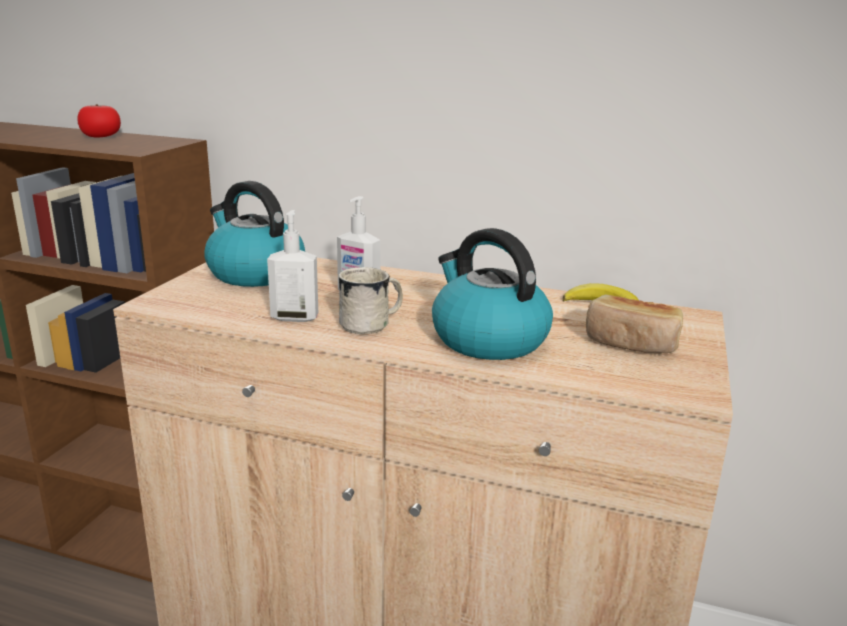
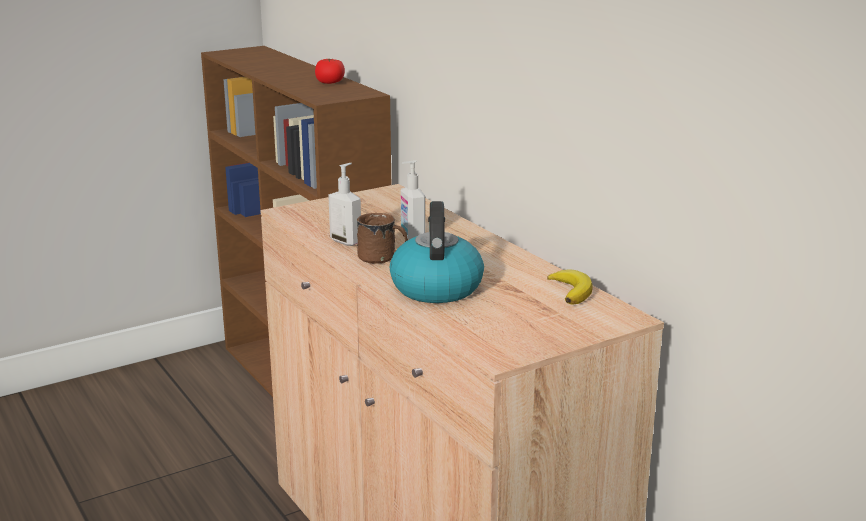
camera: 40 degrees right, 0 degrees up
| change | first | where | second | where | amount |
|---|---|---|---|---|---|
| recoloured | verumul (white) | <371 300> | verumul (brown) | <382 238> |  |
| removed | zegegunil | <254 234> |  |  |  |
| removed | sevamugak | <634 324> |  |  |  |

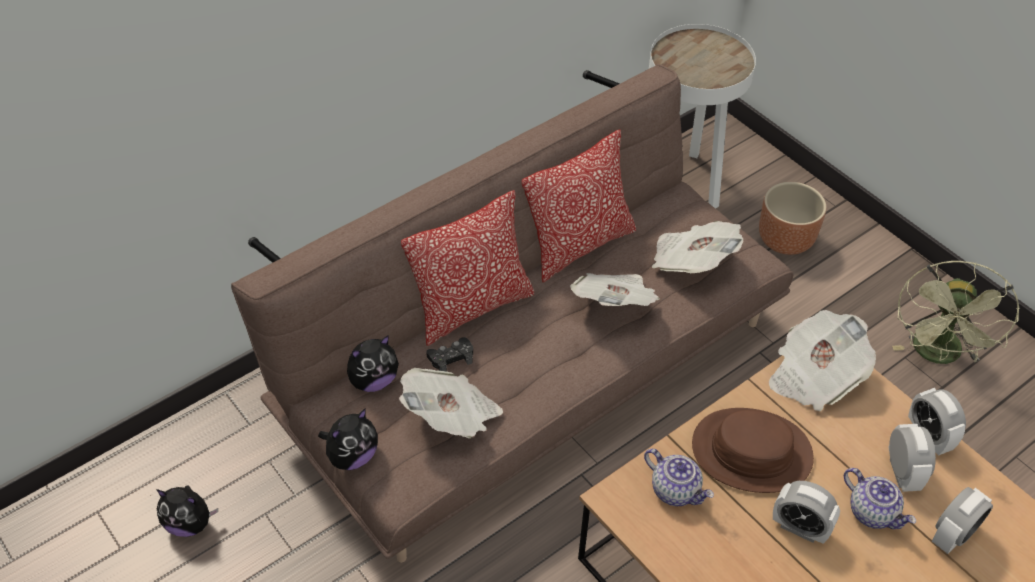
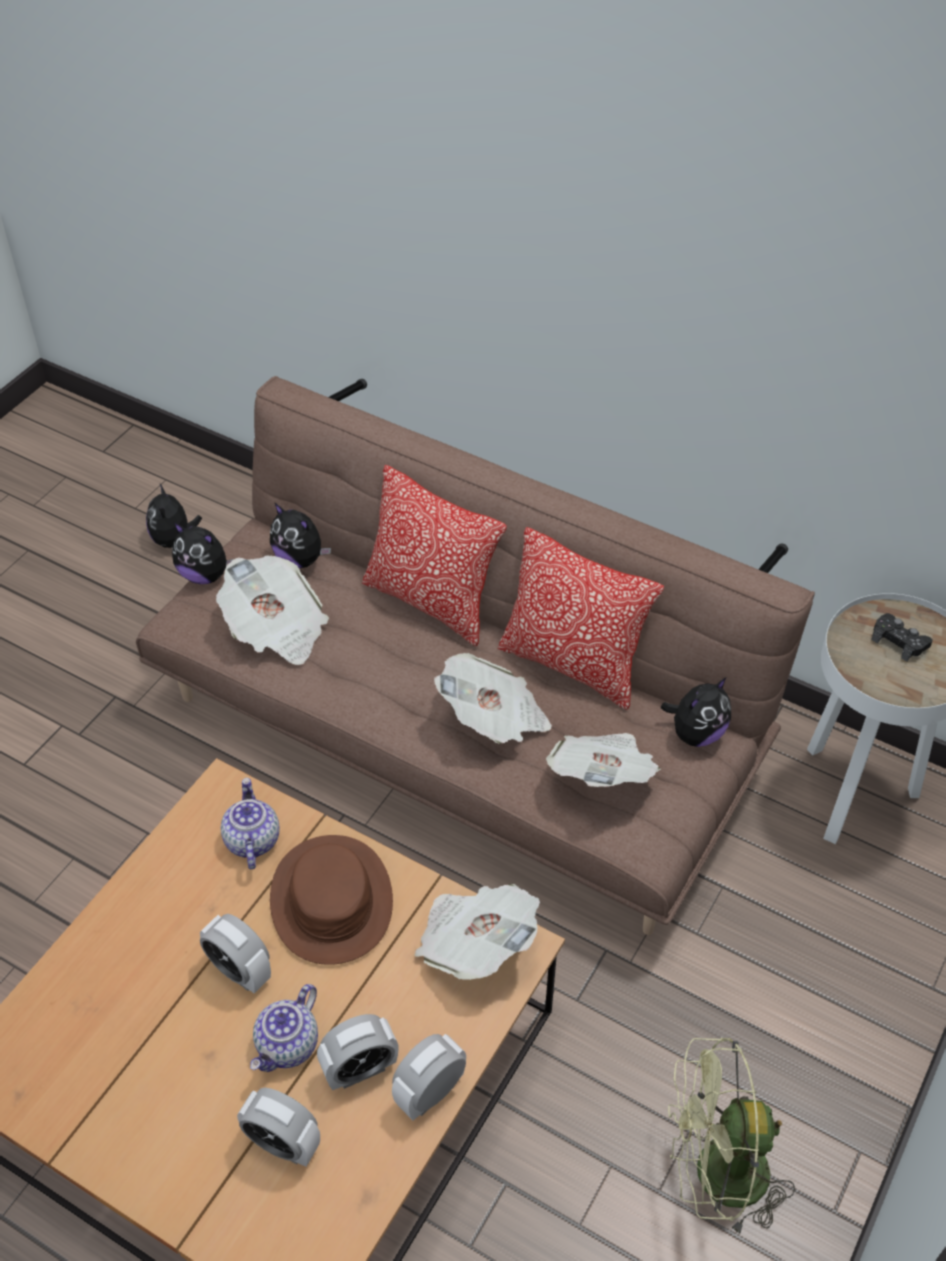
camera: 70 degrees right, 0 degrees up
| change | first | where | second | where | amount |
|---|---|---|---|---|---|
| turned | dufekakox | <806 512> |  | <235 954> | 60 degrees counterclockwise |
| turned | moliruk | <679 477> |  | <250 823> | 150 degrees clockwise |
| added |  |  | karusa | <696 712> |  |
| moved | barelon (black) | <449 354> |  | <902 637> |  |
| removed | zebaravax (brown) | <792 218> |  |  |  |

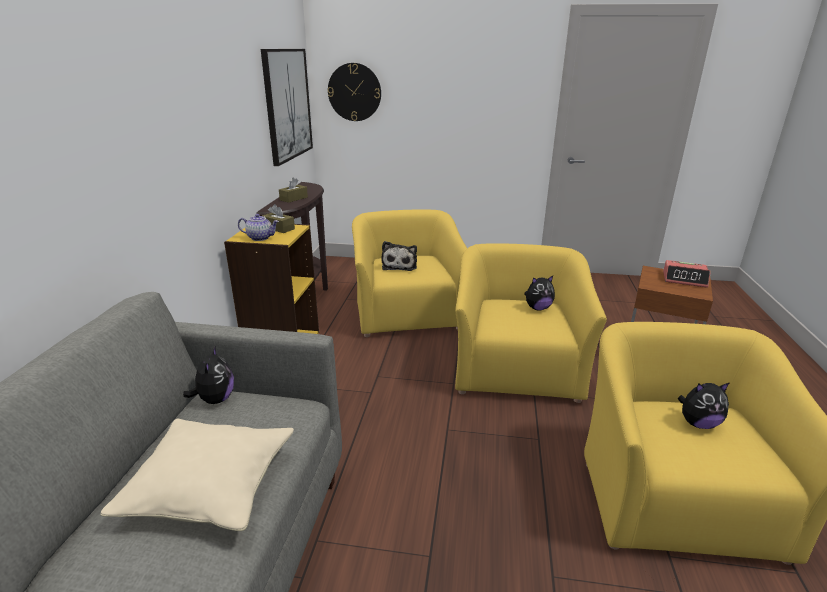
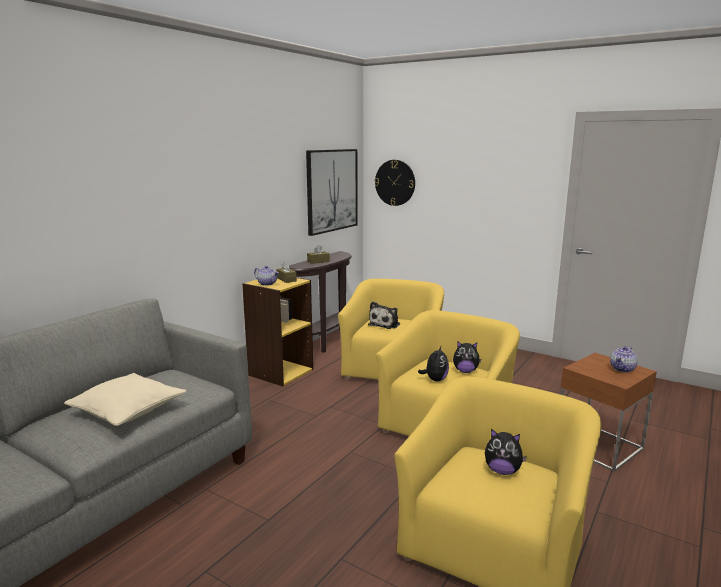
camera: 25 degrees right, 10 degrees down
| change | first | where | second | where | amount |
|---|---|---|---|---|---|
| moved | karusa | <208 375> |  | <433 364> |  |
| replaced | dufekakox | <687 274> | moliruk | <624 359> |  |

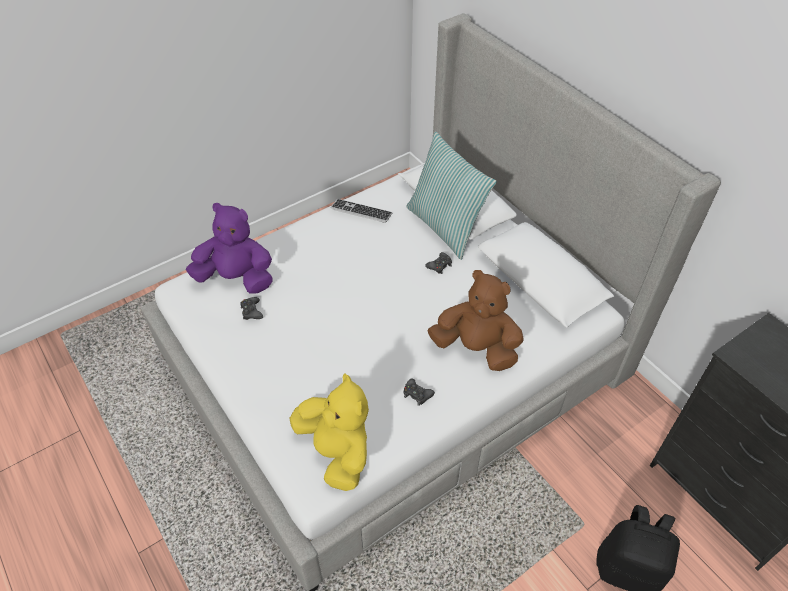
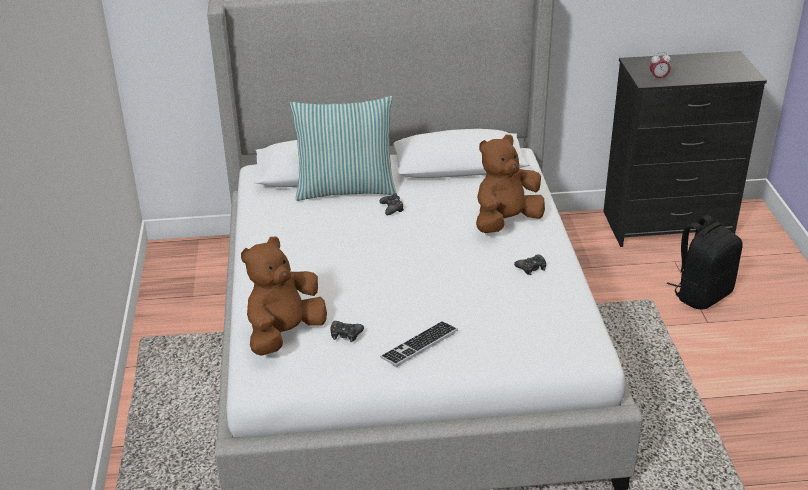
camera: 60 degrees left, 15 degrees down
| change | first | where | second | where | amount |
|---|---|---|---|---|---|
| recoloured | karusa (purple) | <229 248> | karusa (brown) | <284 296> |  |
| moved | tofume | <361 211> |  | <419 344> |  |
| added |  |  | dufekakox | <660 66> |  |
| removed | karusa (yellow) | <329 432> |  |  |  |

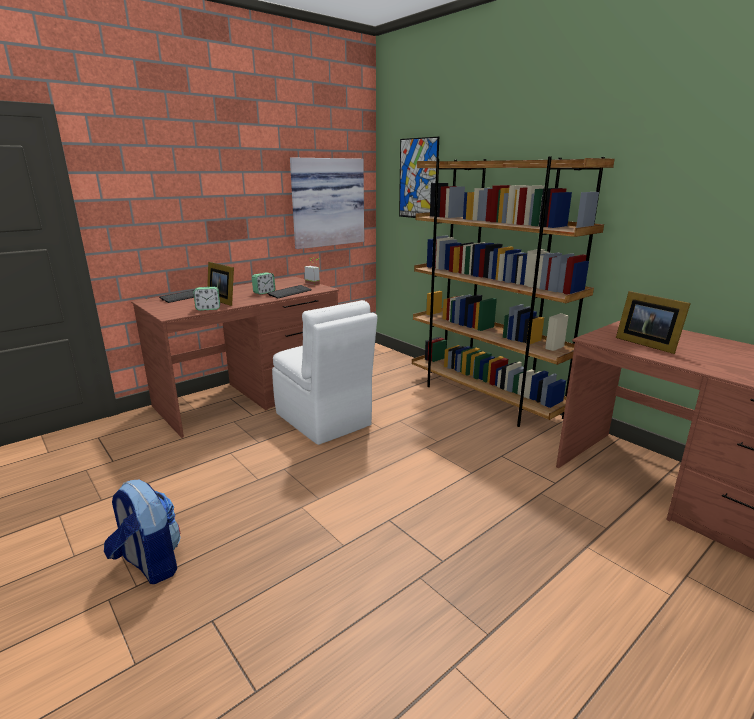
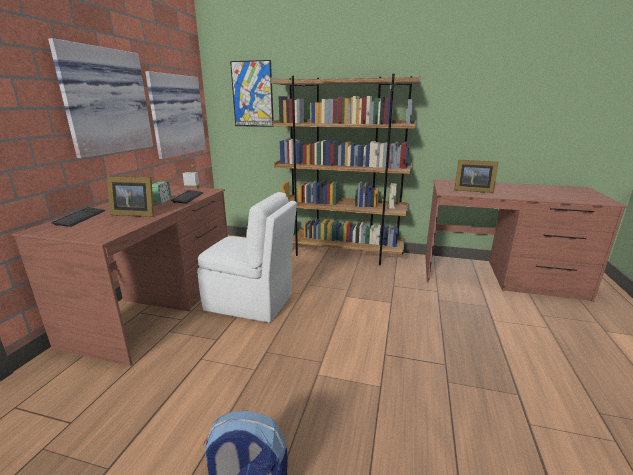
camera: 35 degrees left, 0 degrees up
| change | first | where | second | where | amount |
|---|---|---|---|---|---|
| added |  |  | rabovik | <100 98> |  |
| removed | dufekakox | <206 299> |  |  |  |

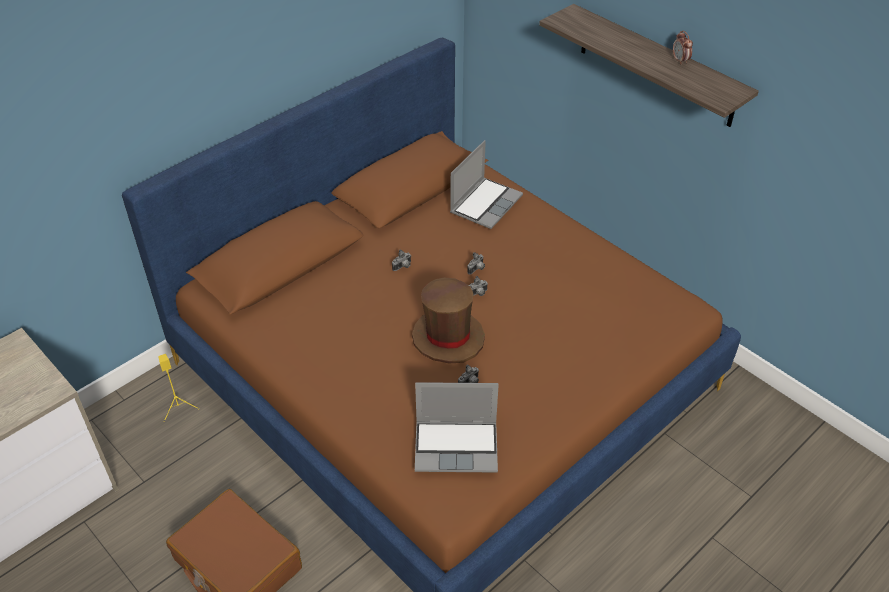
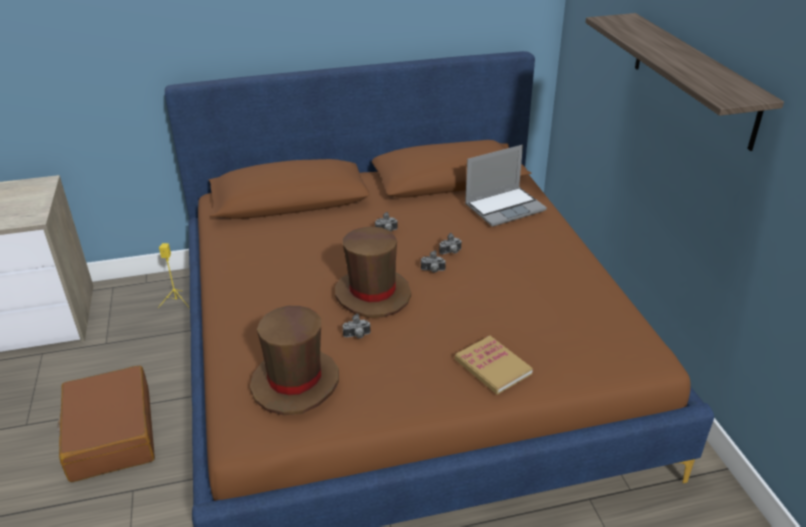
camera: 30 degrees right, 10 degrees down
| change | first | where | second | where | amount |
|---|---|---|---|---|---|
| replaced | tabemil | <457 427> | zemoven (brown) | <294 360> |  |
| added |  |  | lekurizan | <494 365> |  |
| removed | dufekakox | <683 48> |  |  |  |

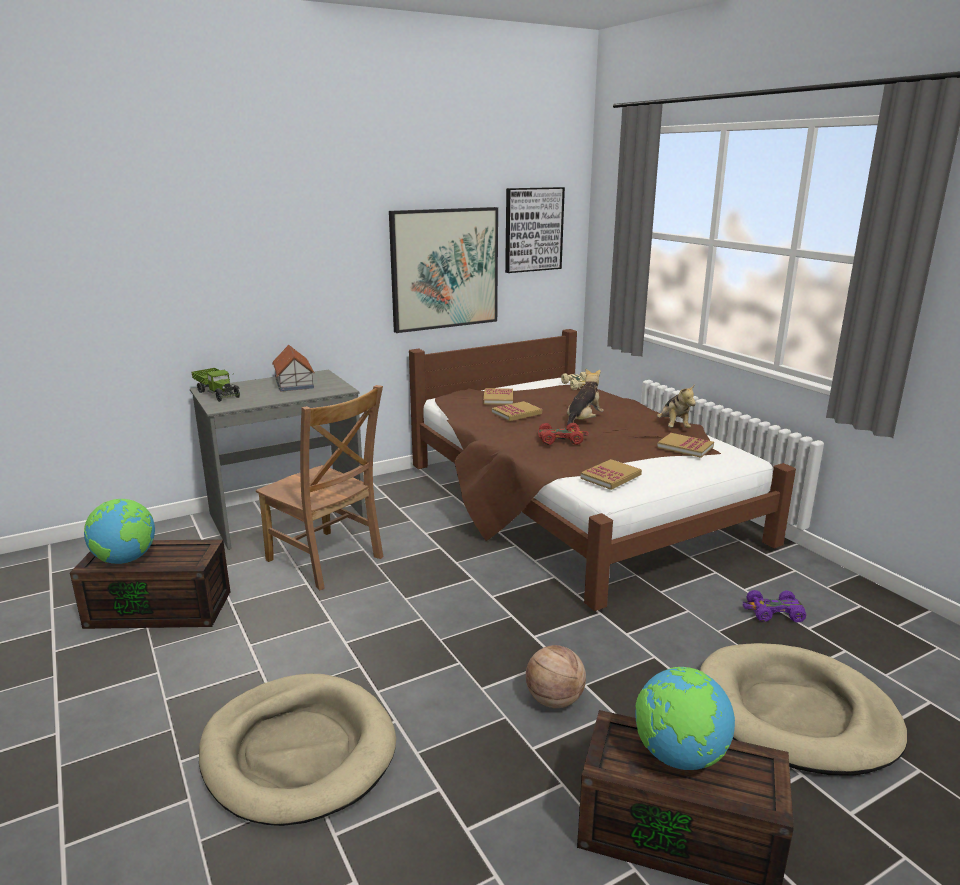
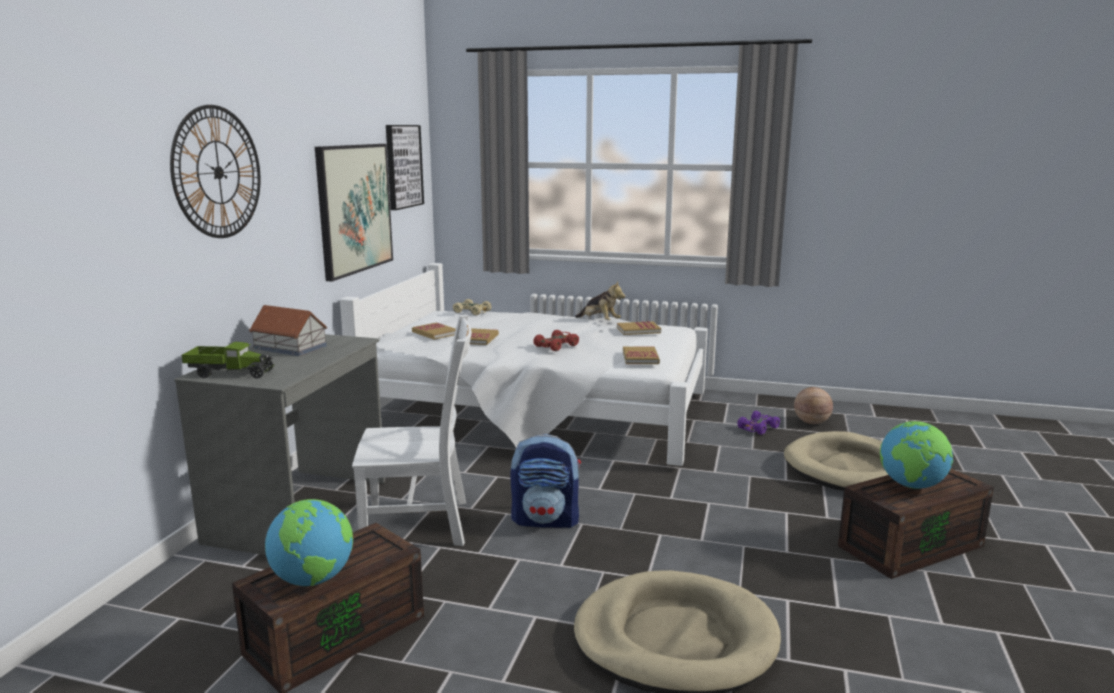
camera: 45 degrees left, 5 degrees down
| change | first | where | second | where | amount |
|---|---|---|---|---|---|
| added |  |  | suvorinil | <215 171> |  |
| recoloured | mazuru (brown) | <602 470> | mazuru (white) | <524 364> |  |
| recoloured | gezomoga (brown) | <320 487> | gezomoga (white) | <412 430> |  |
| added |  |  | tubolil | <546 481> |  |
| moved | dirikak | <556 676> |  | <813 405> |  |
| removed | karusa | <585 397> |  |  |  |

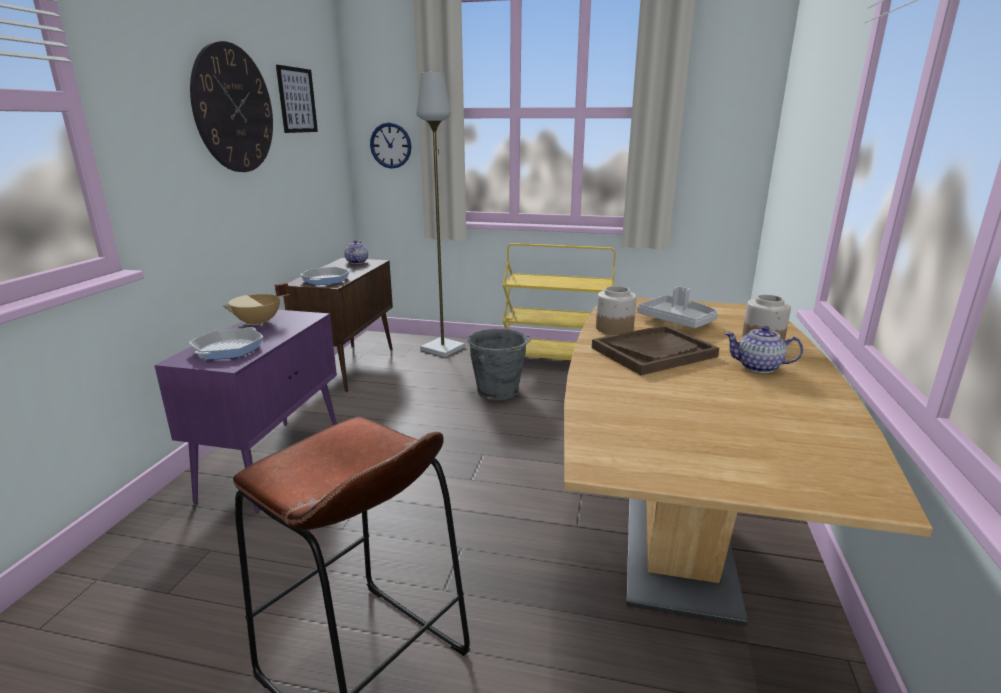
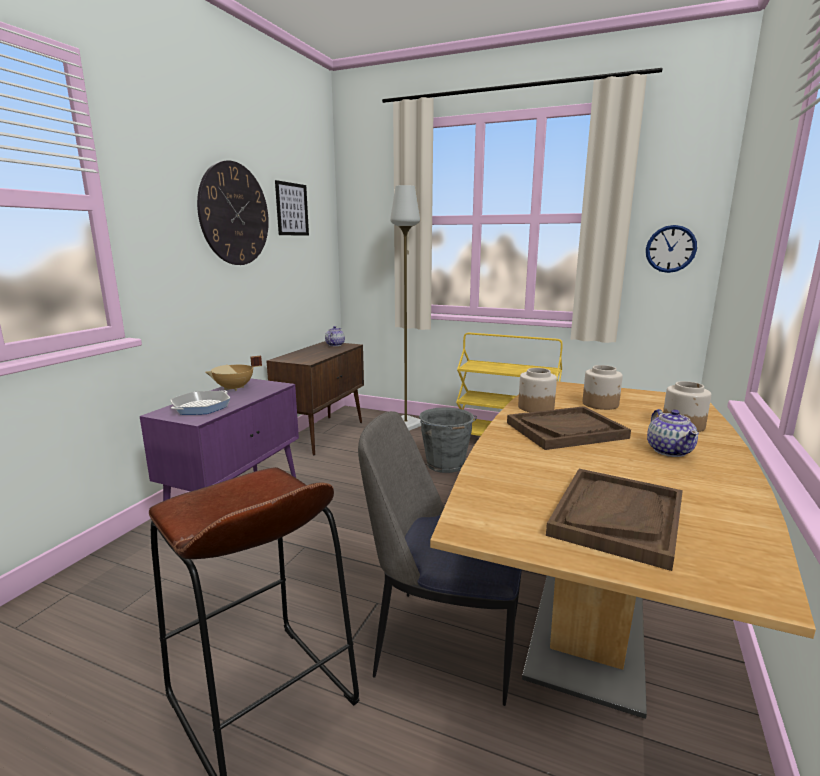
camera: 10 degrees right, 5 degrees down
| change | first | where | second | where | amount |
|---|---|---|---|---|---|
| added |  |  | gezomoga | <440 558> |  |
| added |  |  | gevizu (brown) | <614 520> |  |
| replaced | gevizu (grey) | <677 307> | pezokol | <602 387> |  |
| moved | suvorinil | <390 146> |  | <671 249> |  |
| turned | moliruk | <763 349> |  | <673 433> | 120 degrees counterclockwise |
| removed | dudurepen | <325 276> |  |  |  |

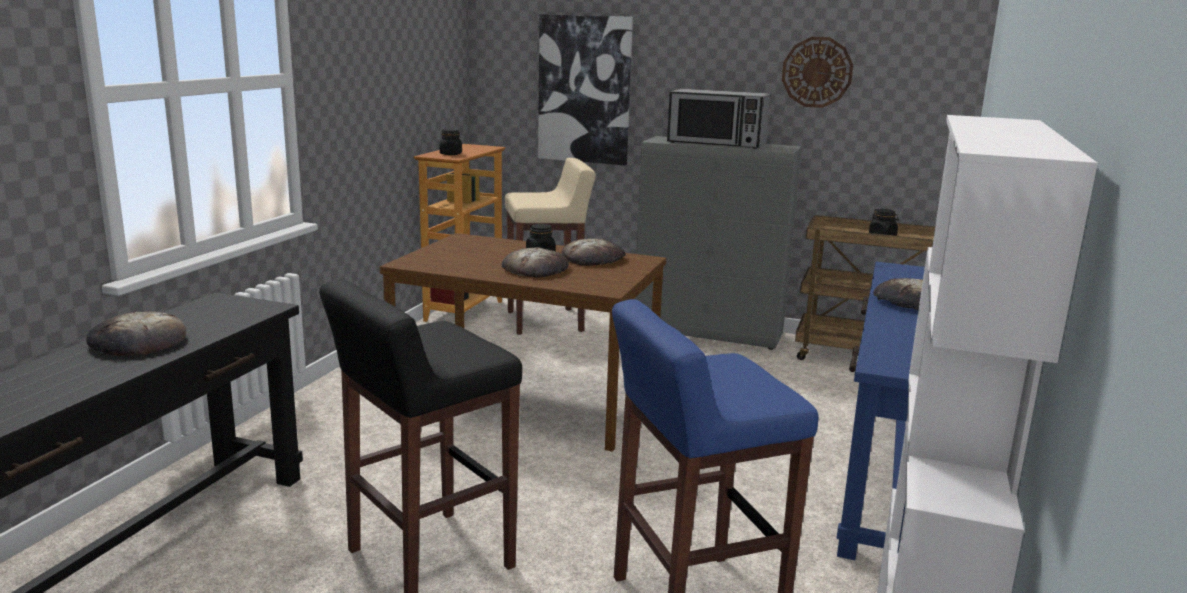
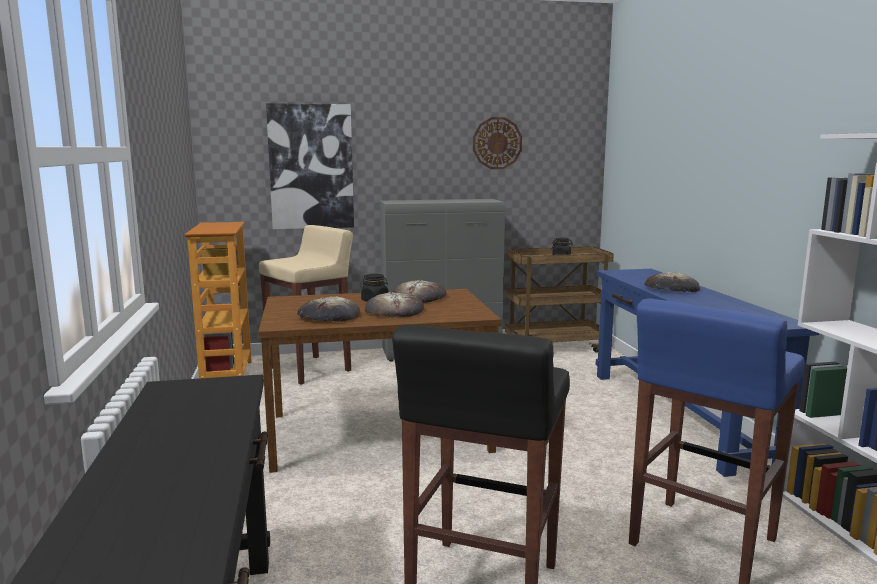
camera: 30 degrees left, 5 degrees down
| change | first | where | second | where | amount |
|---|---|---|---|---|---|
| moved | sevamugak | <136 333> |  | <328 309> |  |
| removed | pezokol (black) | <451 142> |  |  |  |
| removed | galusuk | <718 119> |  |  |  |

